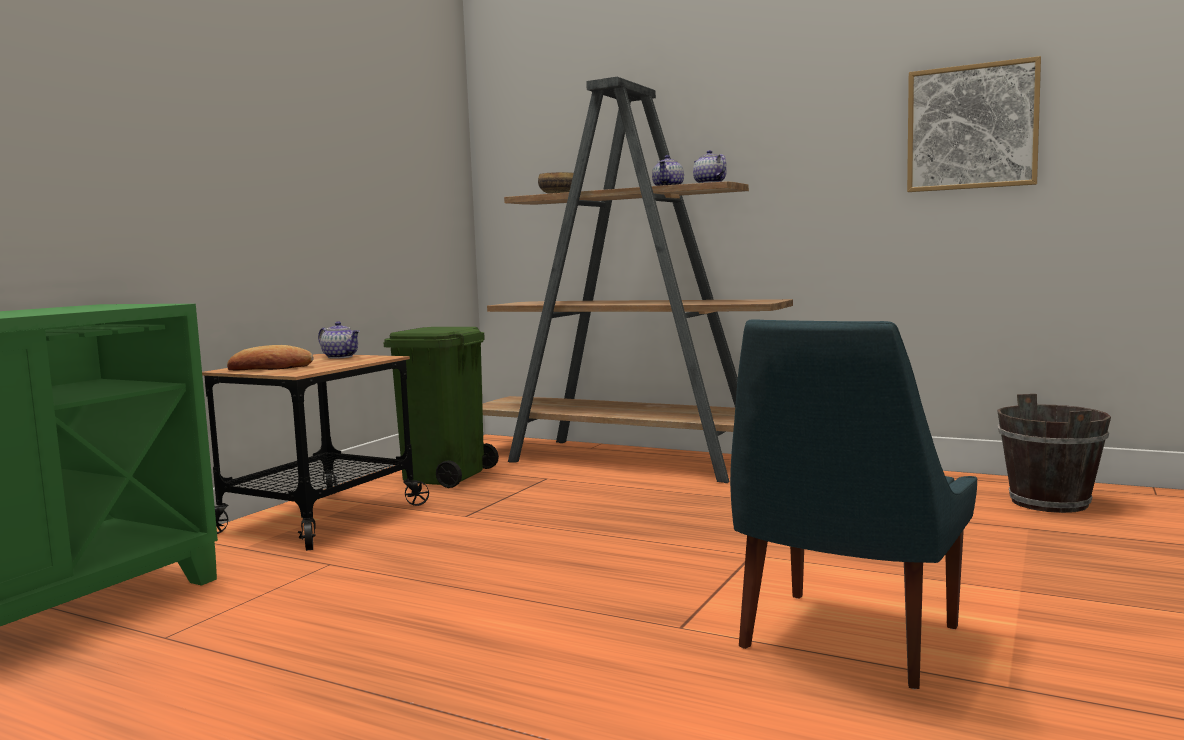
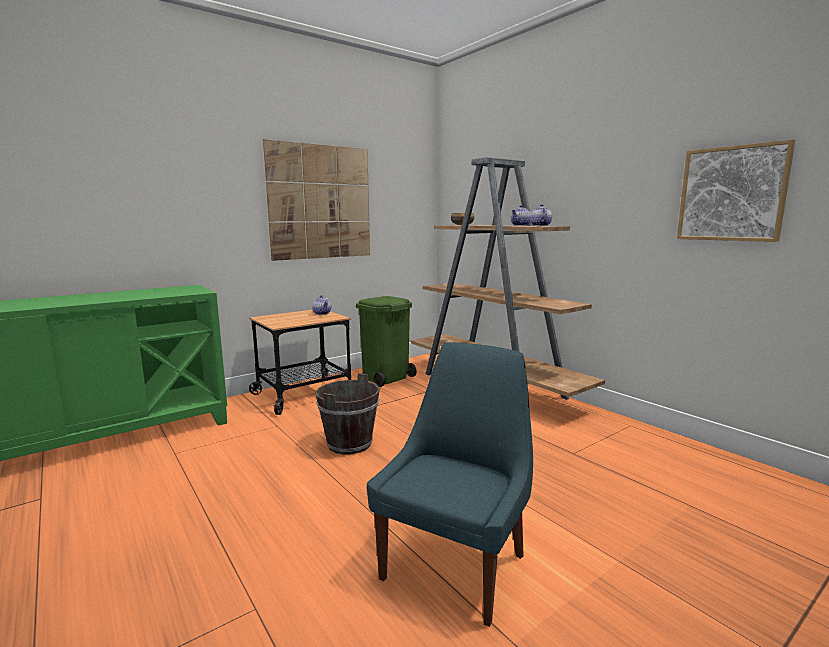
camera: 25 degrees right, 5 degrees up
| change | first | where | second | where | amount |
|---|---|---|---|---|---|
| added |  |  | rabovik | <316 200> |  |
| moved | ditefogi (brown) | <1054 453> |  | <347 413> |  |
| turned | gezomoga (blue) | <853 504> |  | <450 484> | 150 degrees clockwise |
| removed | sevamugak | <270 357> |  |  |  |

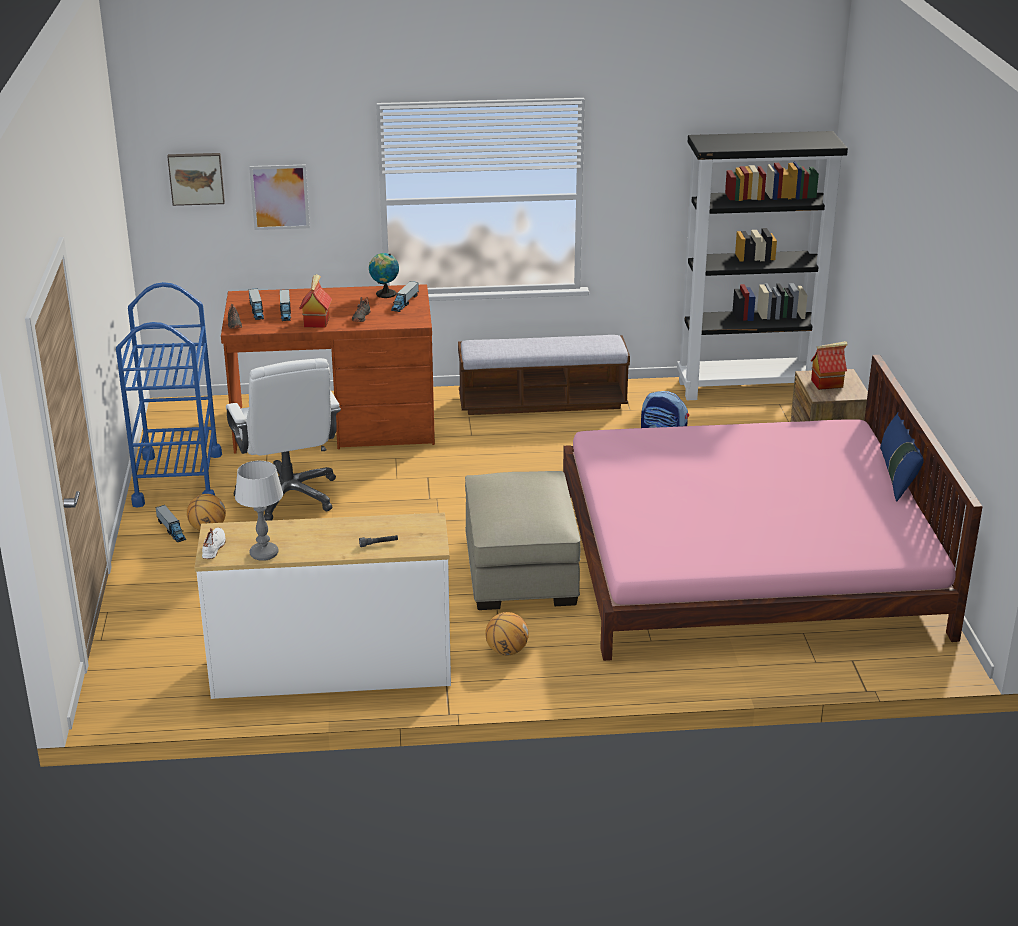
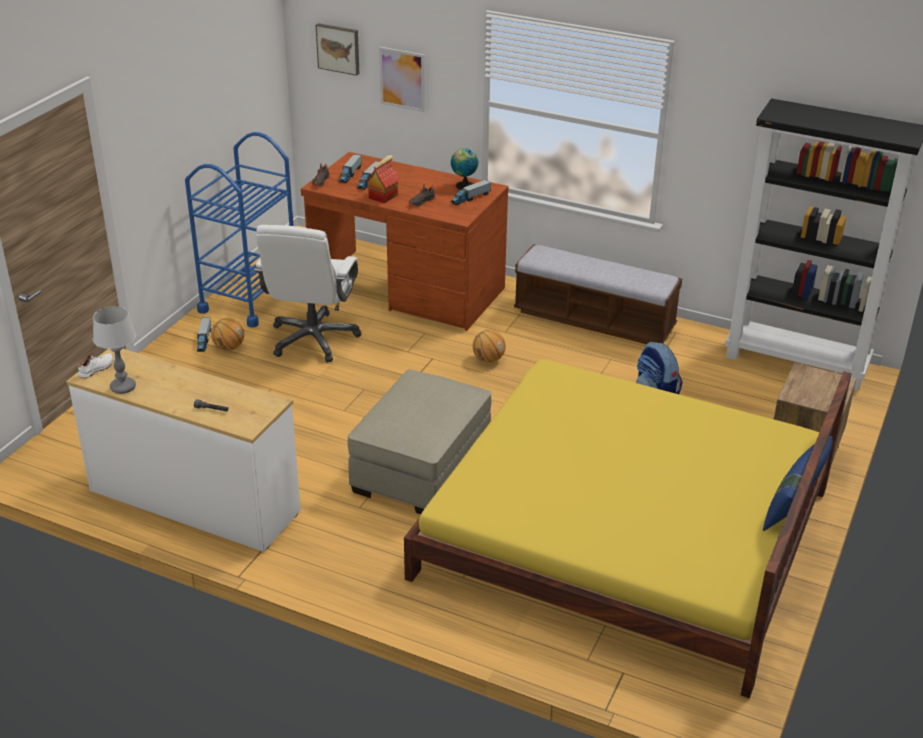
camera: 30 degrees right, 5 degrees up
| change | first | where | second | where | amount |
|---|---|---|---|---|---|
| recoloured | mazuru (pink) | <773 508> | mazuru (yellow) | <628 529> |  |
| moved | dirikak | <507 633> |  | <489 346> |  |
| removed | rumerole | <829 365> |  |  |  |

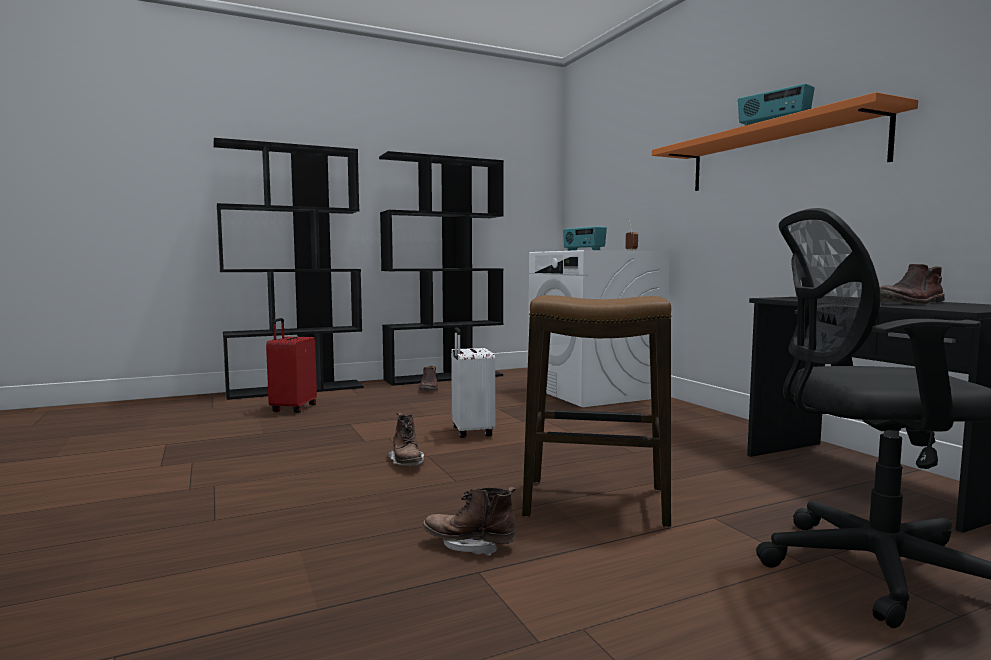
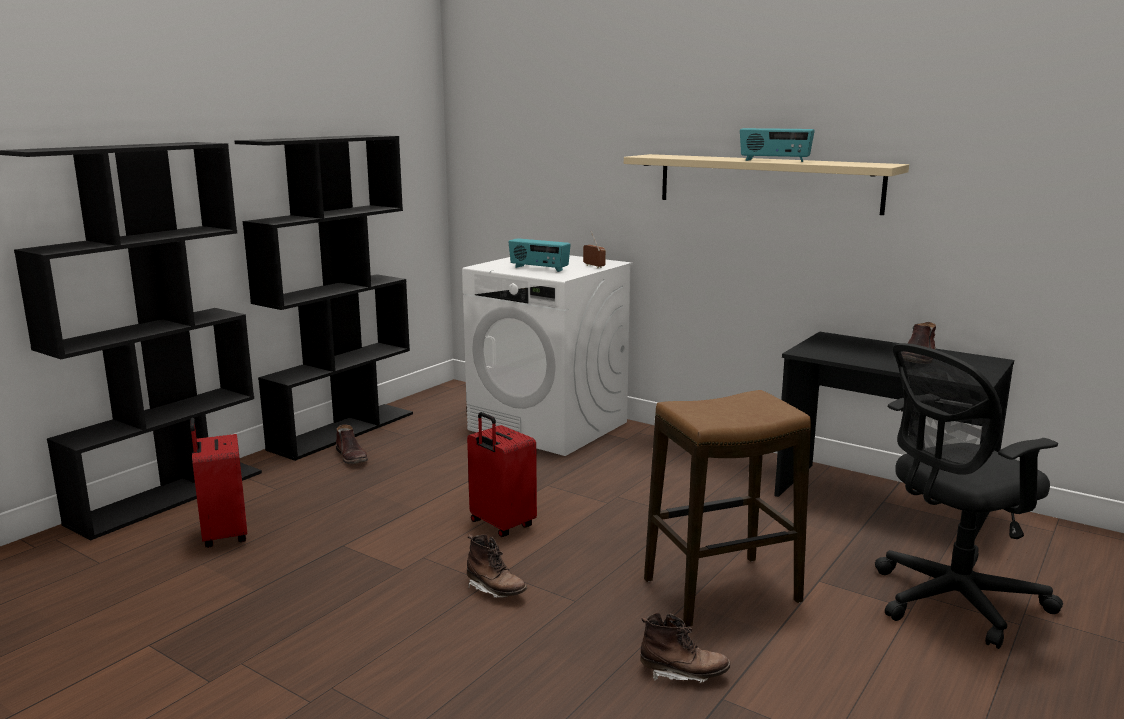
camera: 30 degrees left, 10 degrees up
| change | first | where | second | where | amount |
|---|---|---|---|---|---|
| recoloured | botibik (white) | <473 383> | botibik (red) | <502 474> |  |
| recoloured | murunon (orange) | <785 141> | murunon (beige) | <766 184> |  |
| turned | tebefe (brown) | <469 521> |  | <685 648> | 150 degrees counterclockwise |

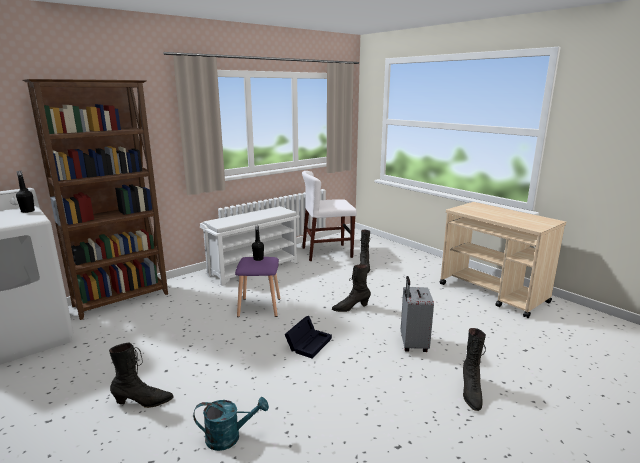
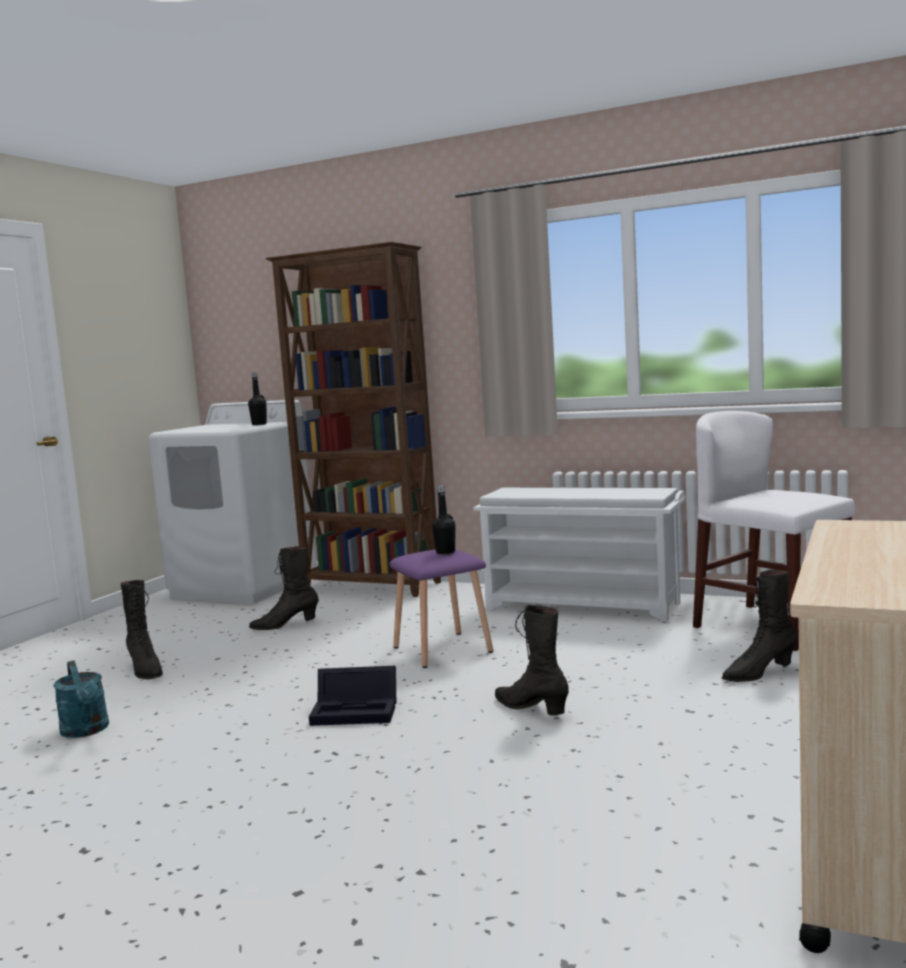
camera: 65 degrees right, 10 degrees down
| change | first | where | second | where | amount |
|---|---|---|---|---|---|
| moved | tebefe (black) | <474 369> |  | <284 588> |  |
| removed | botibik (grey) | <417 314> |  |  |  |

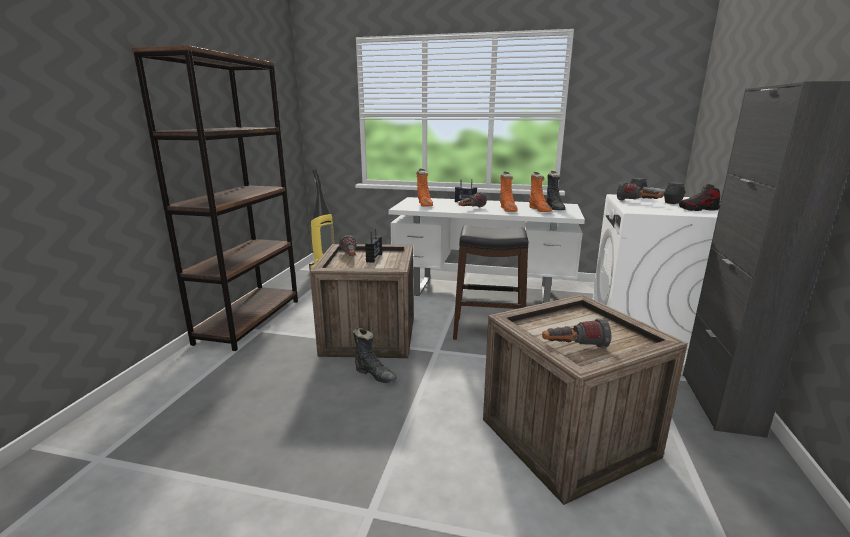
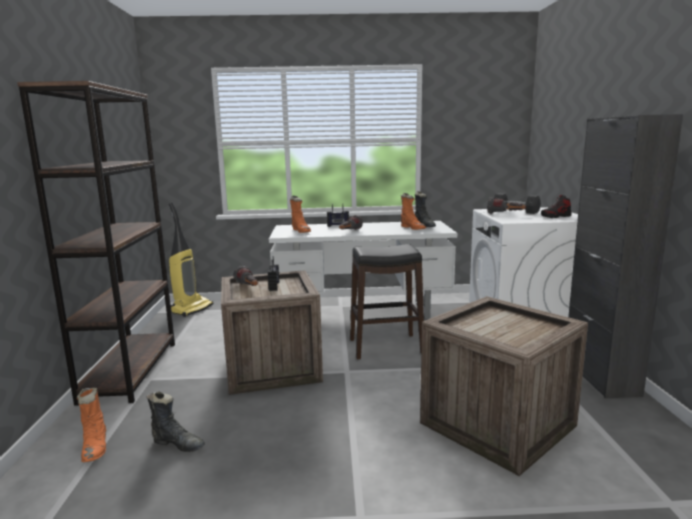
camera: 15 degrees left, 5 degrees down
| change | first | where | second | where | amount |
|---|---|---|---|---|---|
| moved | tebefe (orange) | <509 191> |  | <91 425> |  |
| moved | tebefe (black) | <374 355> |  | <175 421> |  |
| removed | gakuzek | <576 333> |  |  |  |

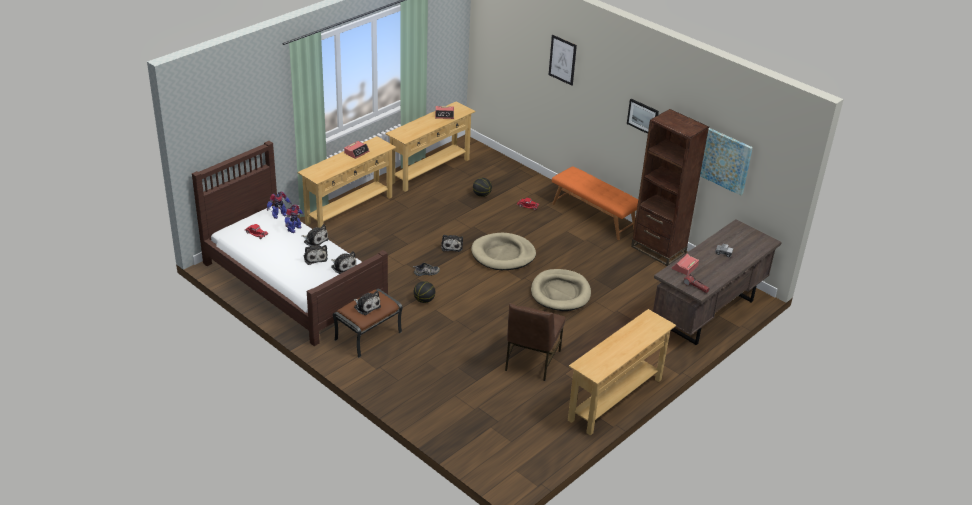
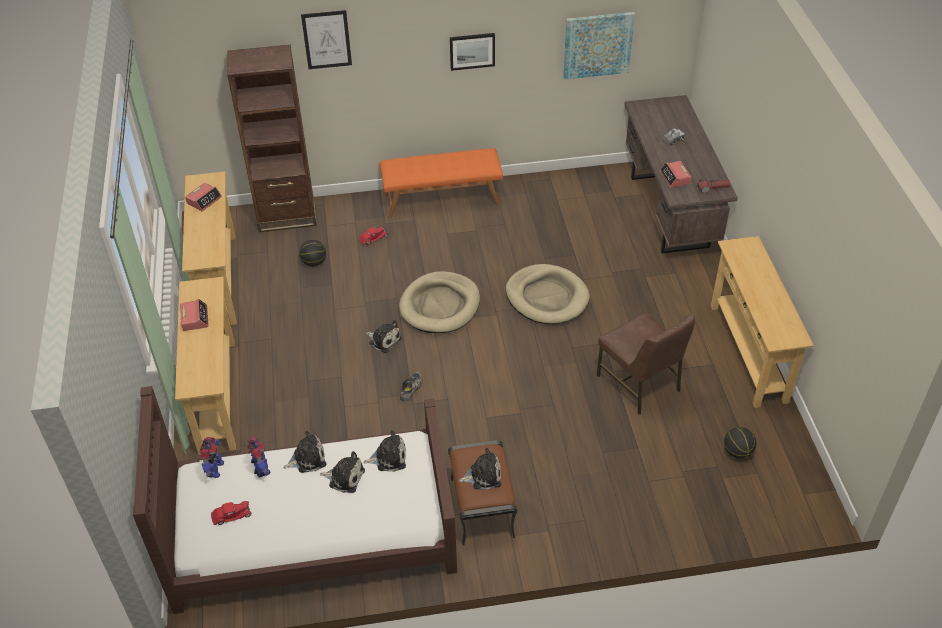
camera: 50 degrees left, 10 degrees up
| change | first | where | second | where | amount |
|---|---|---|---|---|---|
| moved | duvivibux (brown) | <670 187> |  | <272 138> |  |
| moved | dirikak | <424 292> |  | <740 443> |  |

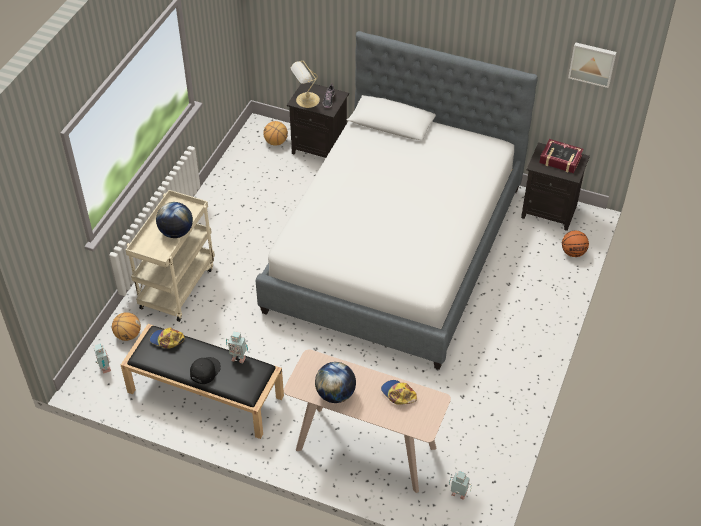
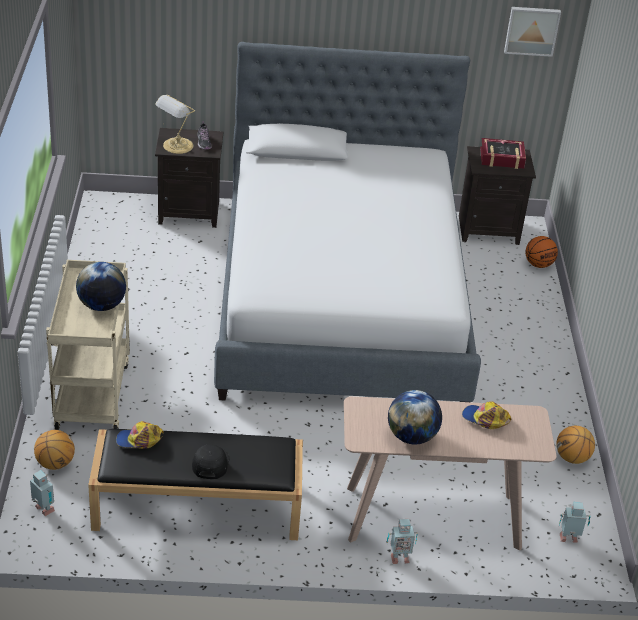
camera: 25 degrees left, 10 degrees down
| change | first | where | second | where | amount |
|---|---|---|---|---|---|
| moved | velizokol | <237 347> |  | <402 541> |  |
| moved | dirikak | <275 133> |  | <575 445> |  |

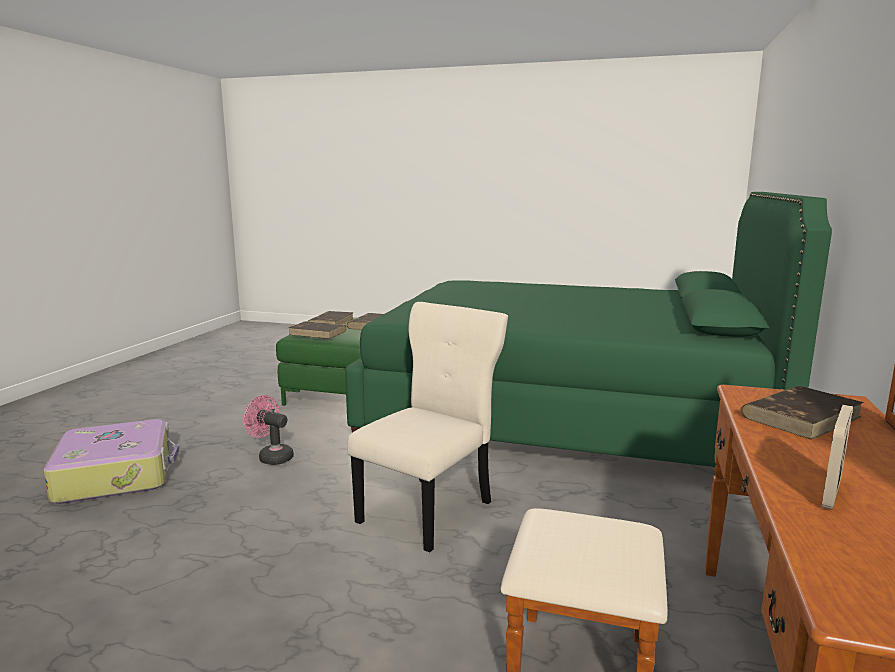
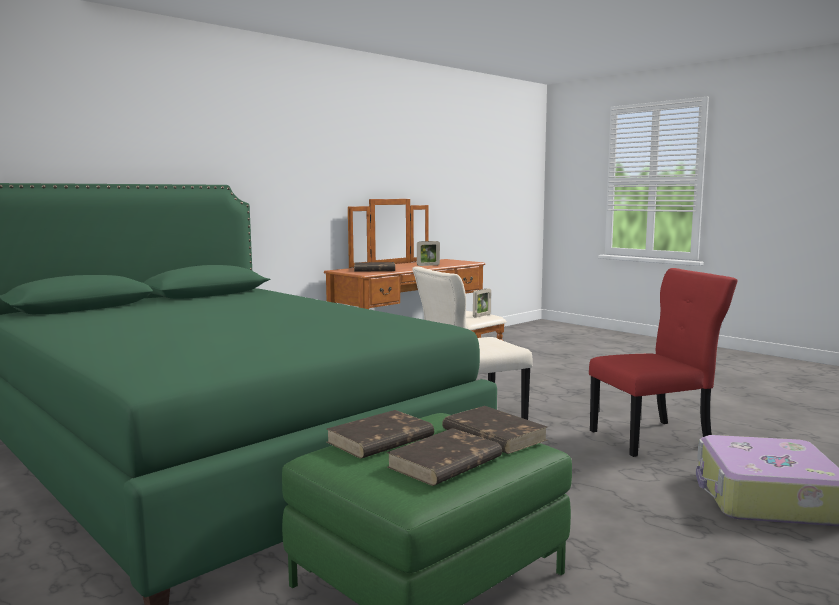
camera: 150 degrees left, 5 degrees down
| change | first | where | second | where | amount |
|---|---|---|---|---|---|
| added |  |  | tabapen | <482 303> |  |
| added |  |  | gezomoga (red) | <663 362> |  |
| removed | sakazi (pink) | <269 430> |  |  |  |

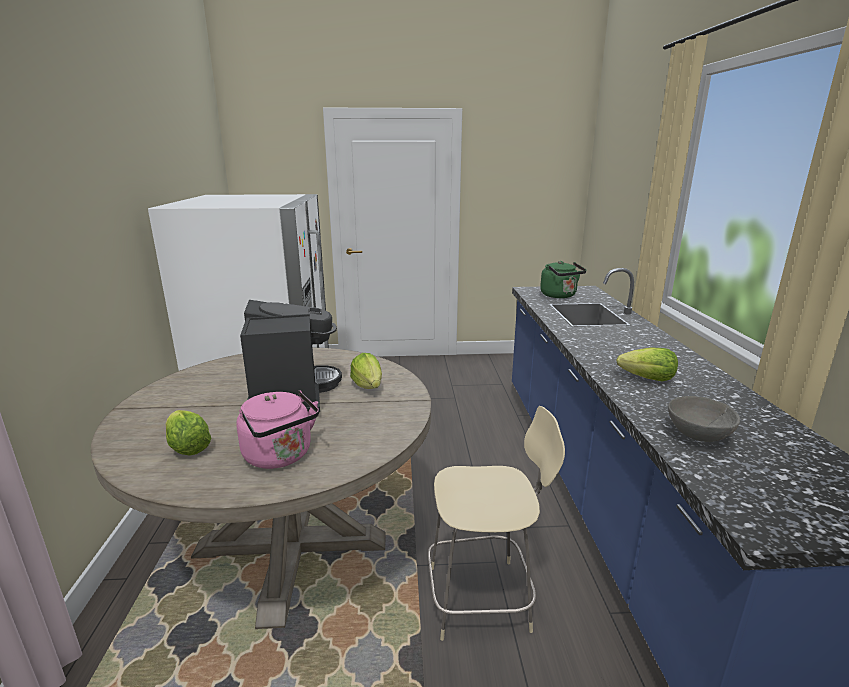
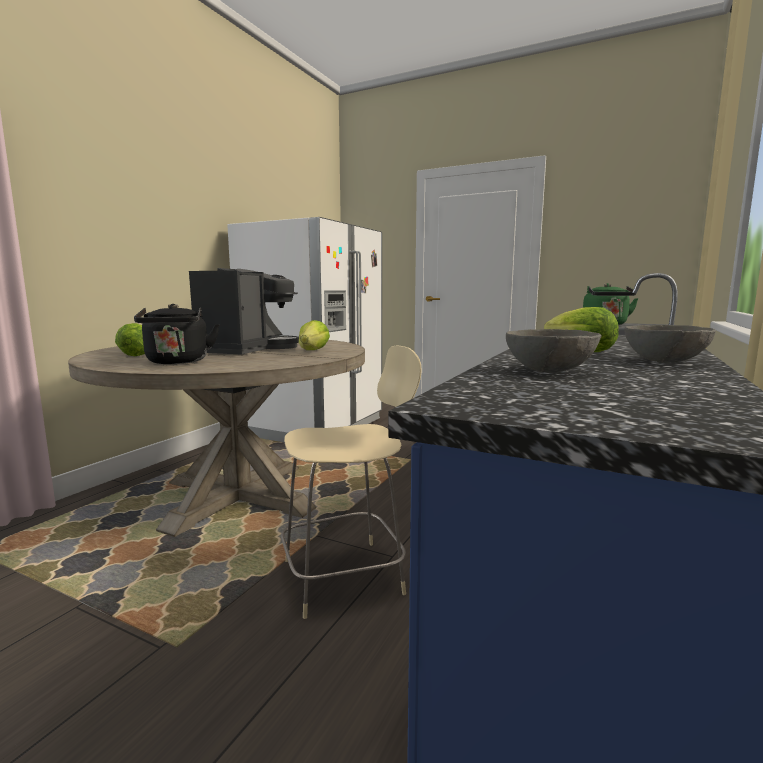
camera: 30 degrees right, 10 degrees down
| change | first | where | second | where | amount |
|---|---|---|---|---|---|
| recoloured | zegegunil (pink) | <277 430> | zegegunil (black) | <177 334> |  |
| turned | gezomoga (beige) | <496 523> |  | <351 482> | 45 degrees counterclockwise |
| added |  |  | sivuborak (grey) | <670 344> |  |

